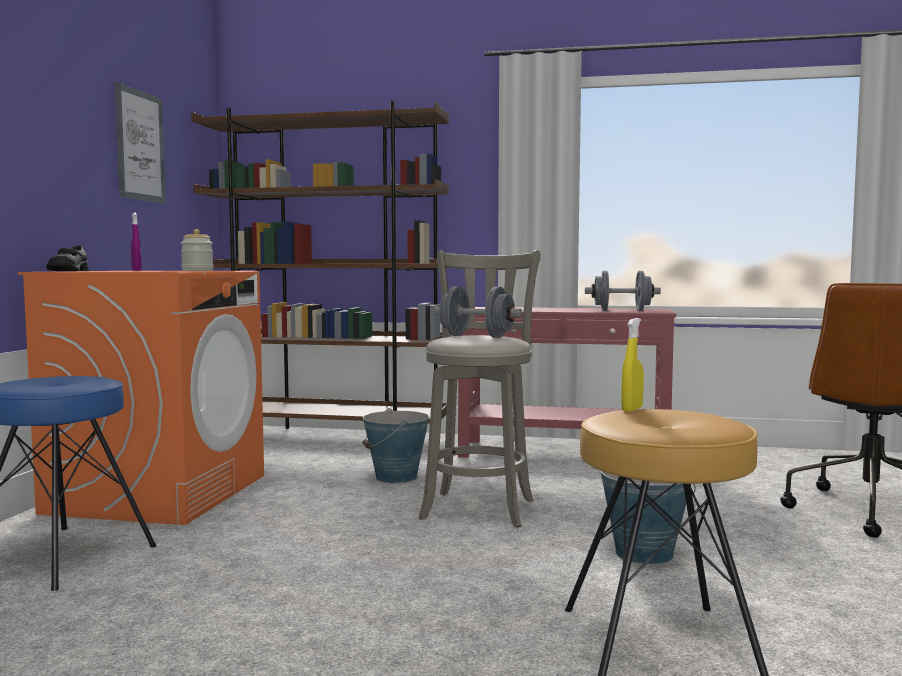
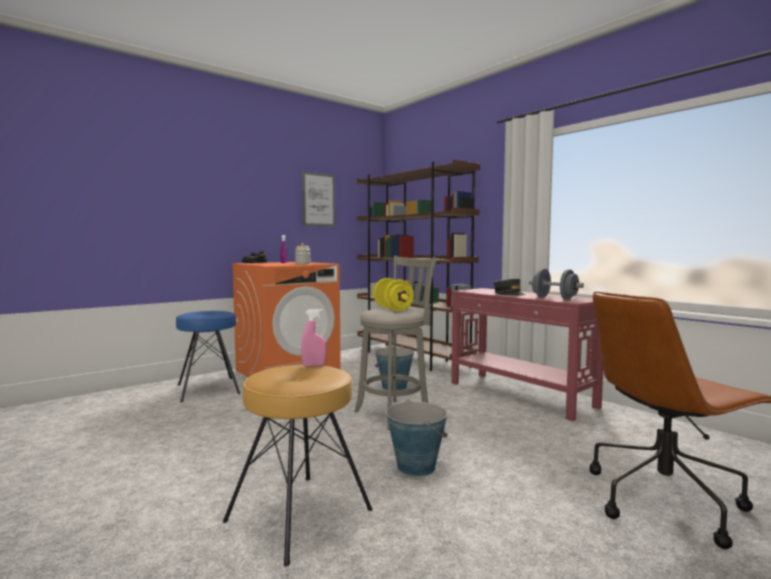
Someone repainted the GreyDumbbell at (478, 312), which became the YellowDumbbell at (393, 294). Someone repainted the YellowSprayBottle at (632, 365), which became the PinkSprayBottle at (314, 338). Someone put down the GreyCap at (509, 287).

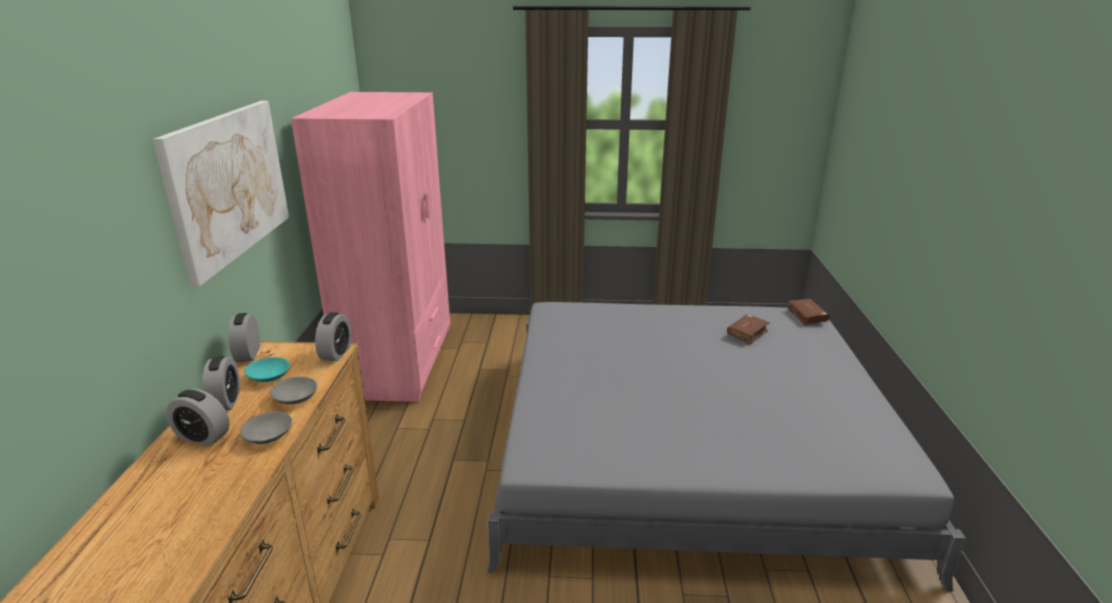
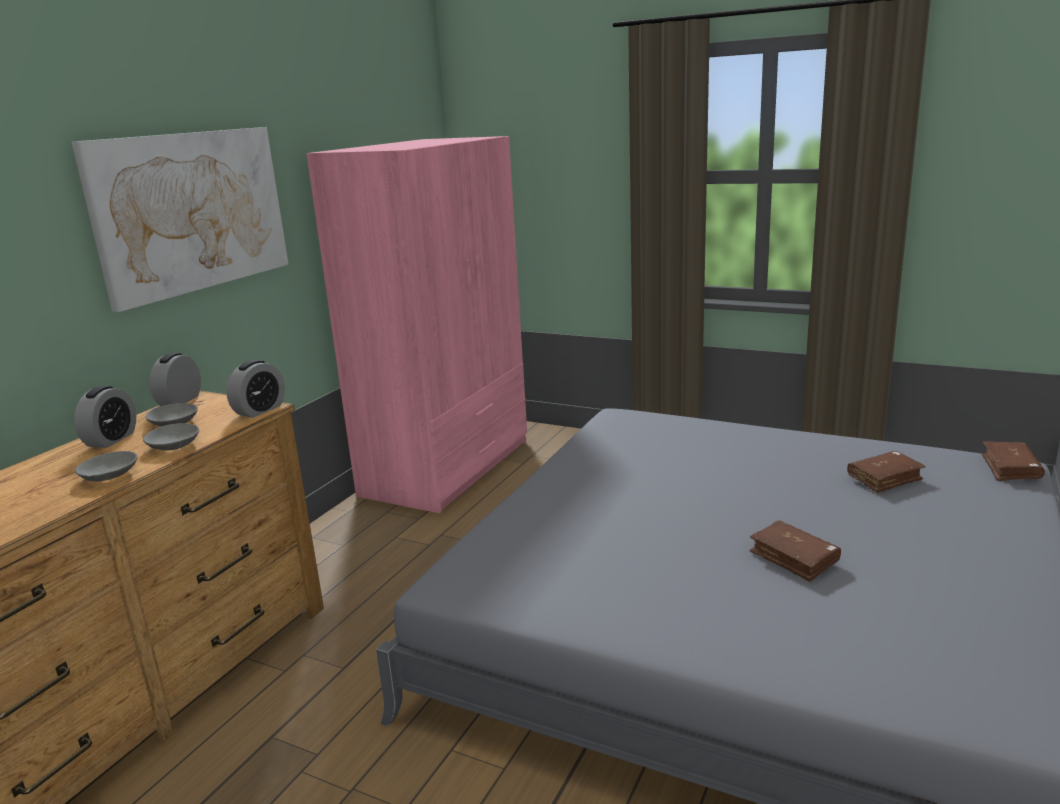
Someone repainted the TurquoiseBowl at (267, 369), which became the GreyBowl at (172, 415). Someone took away the AlarmClock at (198, 417). Someone put down the BrownBook at (795, 551).

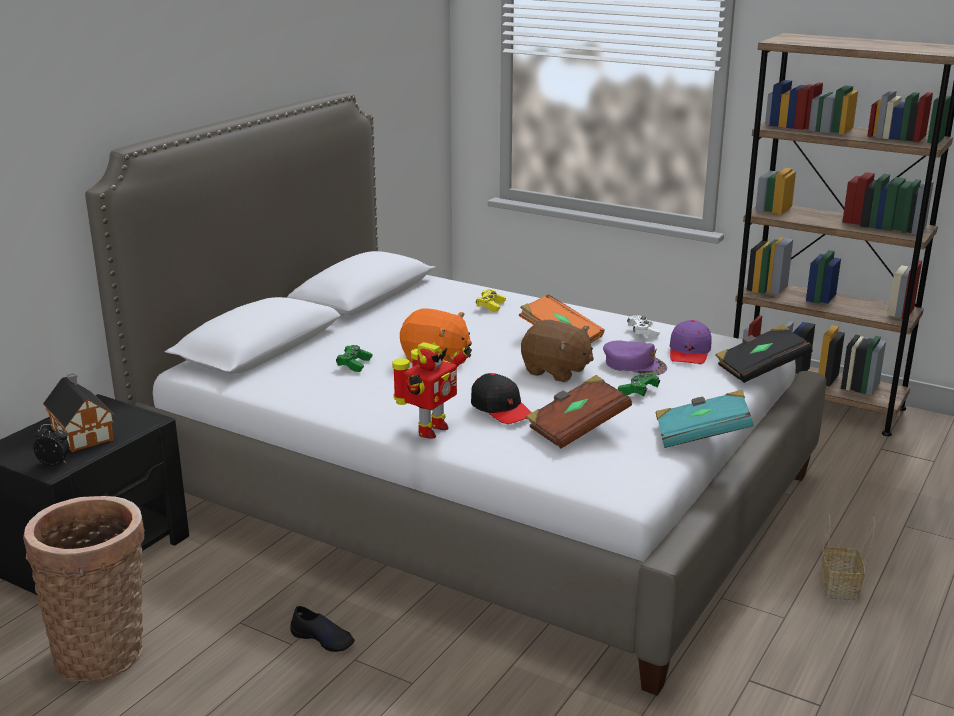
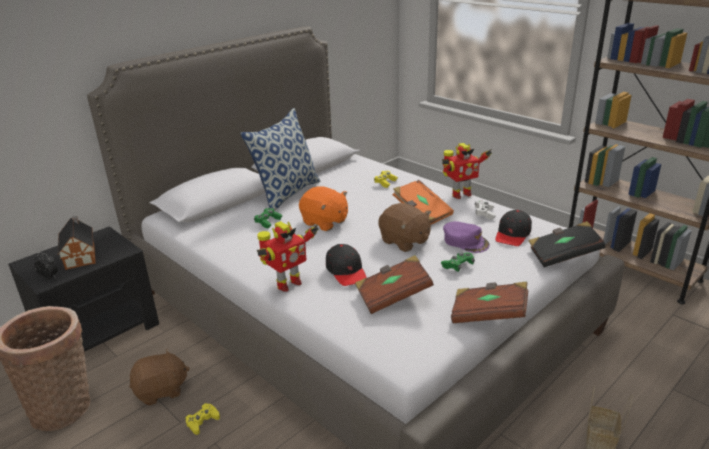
Someone repainted the PurpleCap at (691, 342), which became the BlackCap at (513, 228). Someone repainted the TurquoiseBook at (704, 419), which became the BrownBook at (489, 302). Someone swapped the BlackShoe at (322, 629) for the YellowGameController at (202, 419). Someone put down the Pillow at (280, 159). Someone put down the ToyRobot at (467, 171). Someone put down the BrownPlushToy at (159, 376).

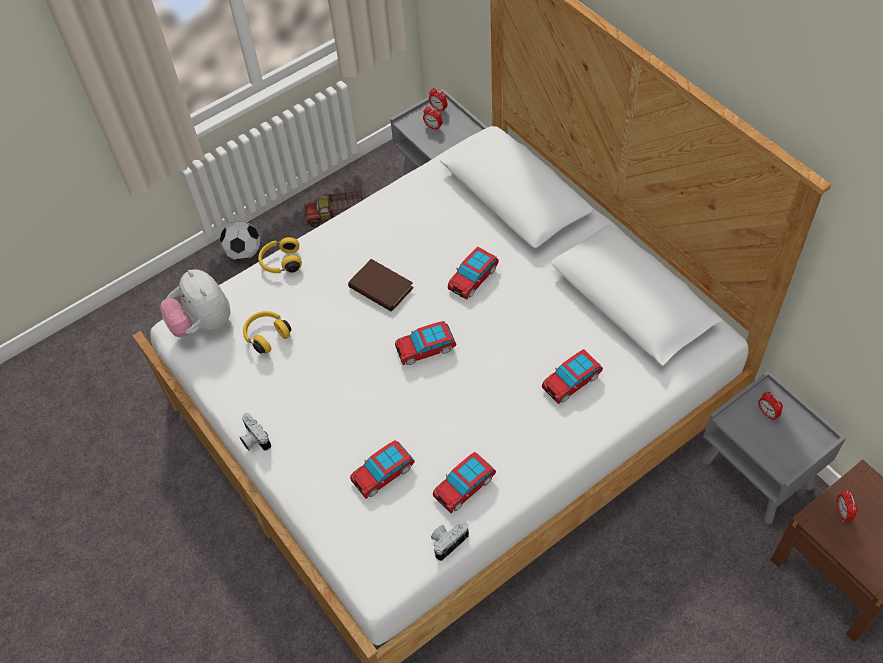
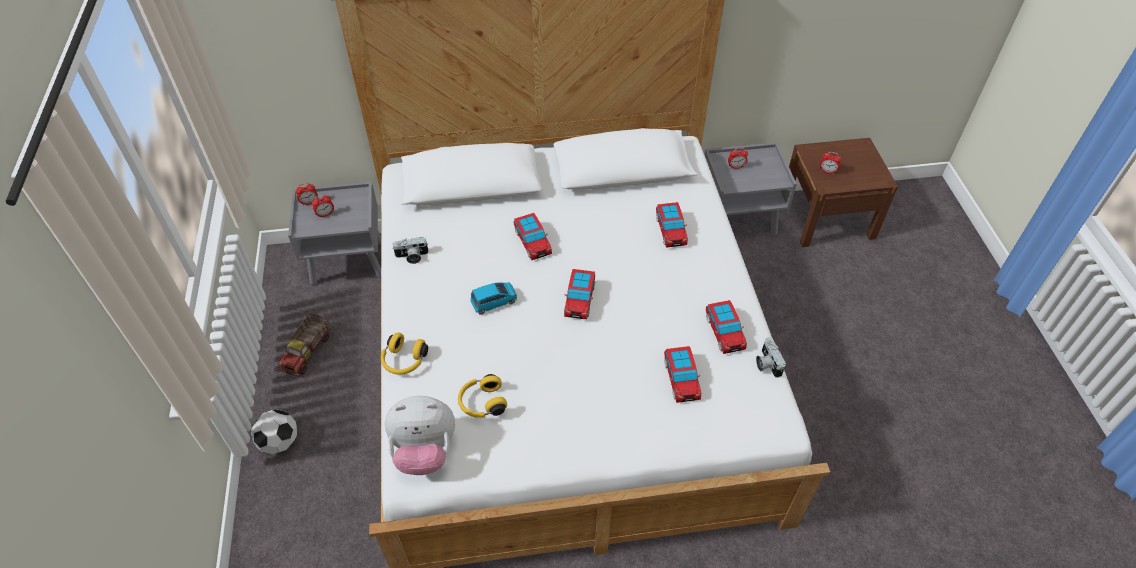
Someone swapped the BrownBook at (381, 285) for the BlueToyCar at (493, 298). Someone carried the PhotoCamera from (255, 432) to (410, 250).

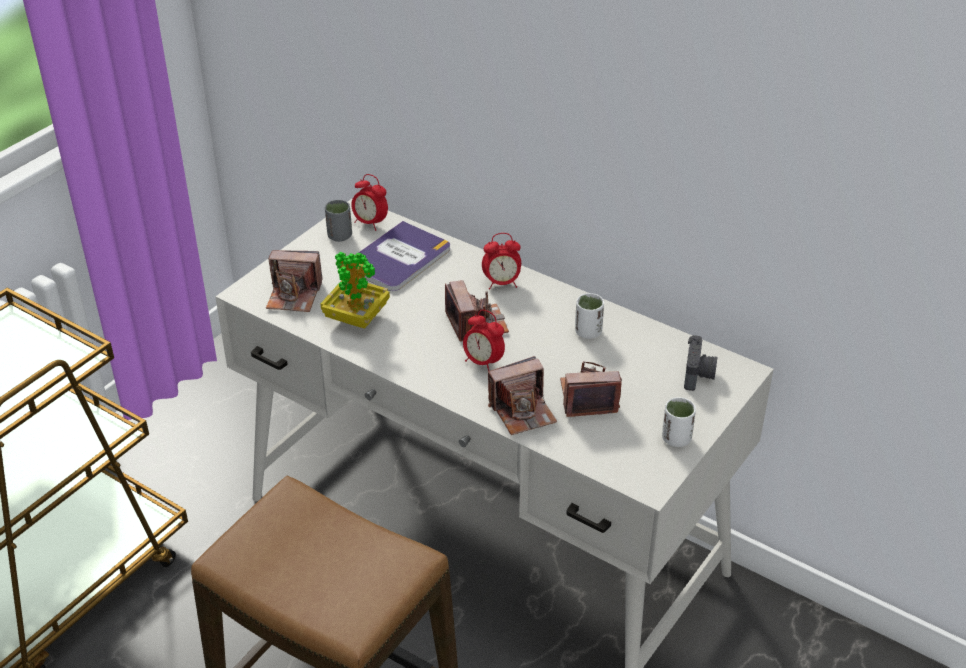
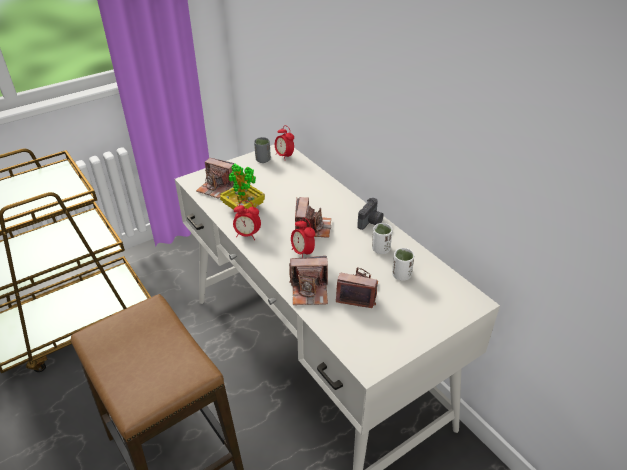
Someone took away the Book at (404, 256). Someone carried the AlarmClock from (501, 261) to (247, 220). Someone carried the PhotoCamera from (700, 363) to (370, 214). Someone carried the WhiteCup from (679, 422) to (403, 264).

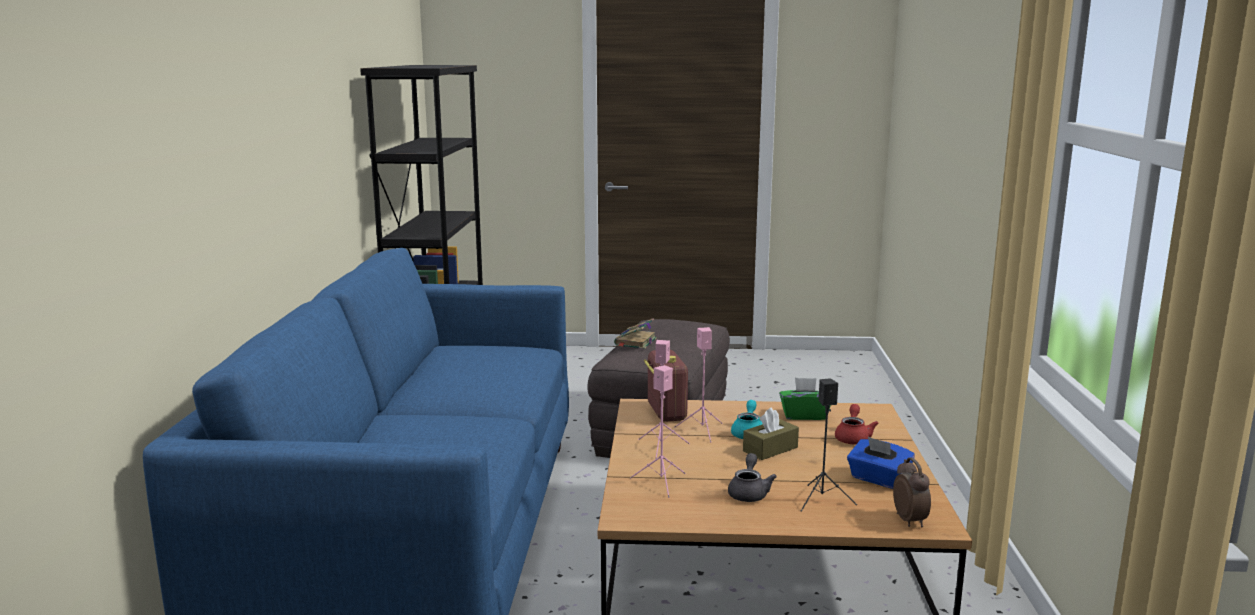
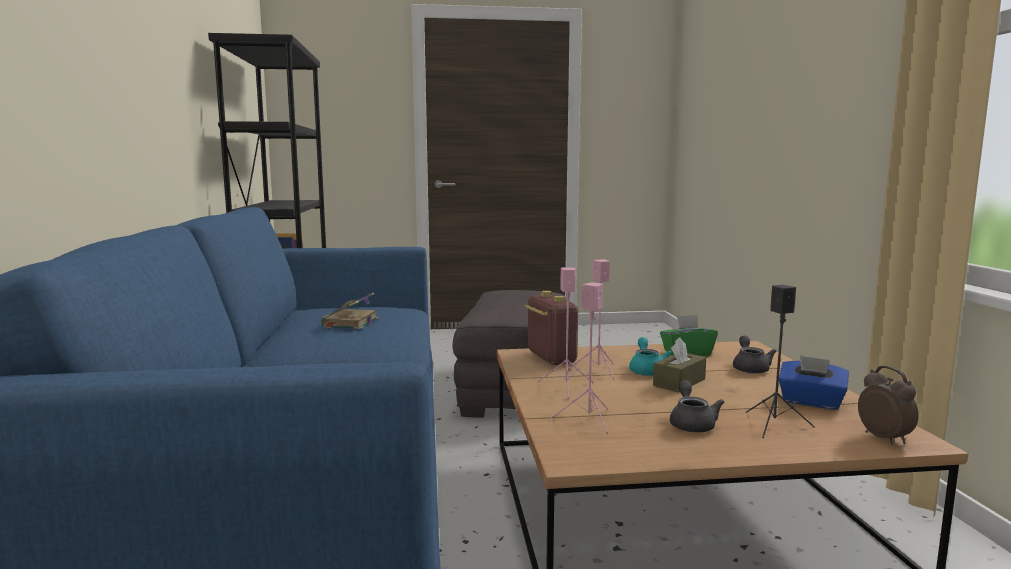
Someone carried the Book from (635, 333) to (350, 310). Someone repainted the RedTeapot at (857, 424), which became the GreyTeapot at (755, 354).

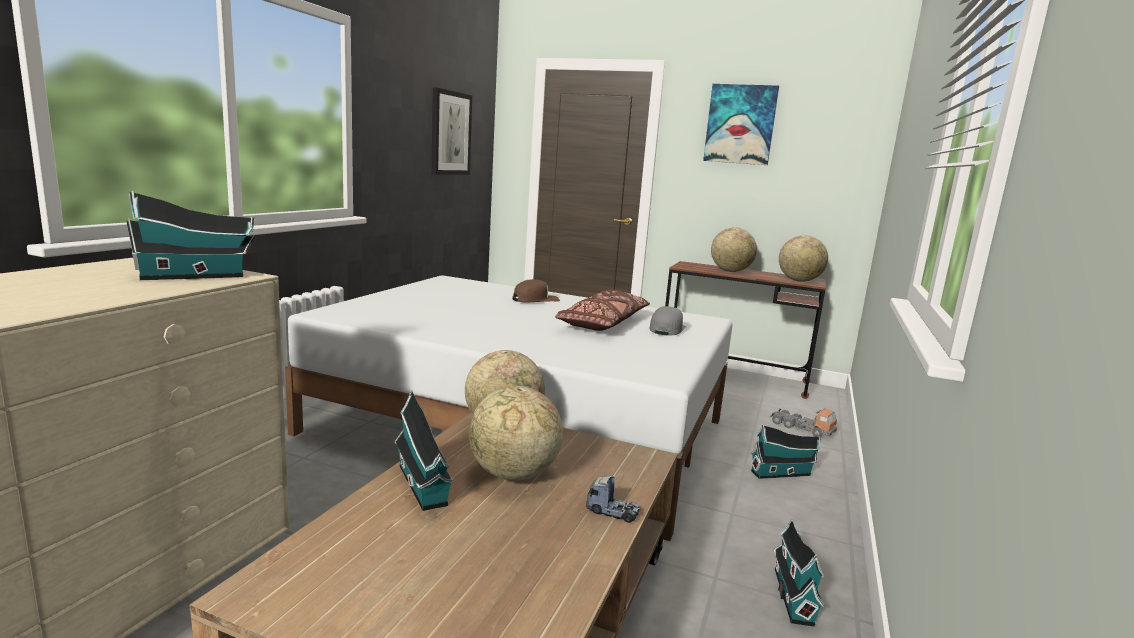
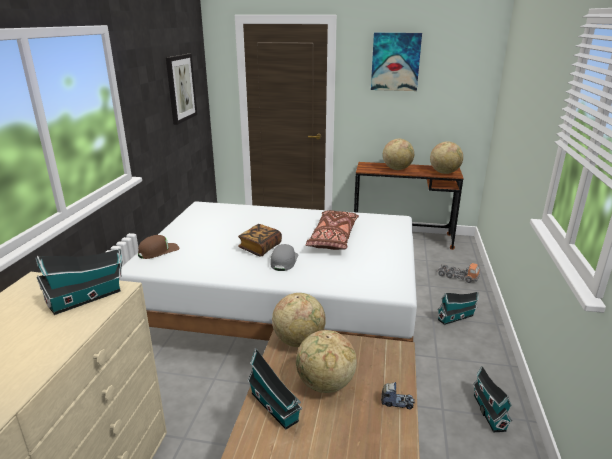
Someone carried the BrownCap from (536, 290) to (158, 247). Someone carried the GreyCap from (667, 320) to (285, 257). Someone put down the Book at (260, 240).

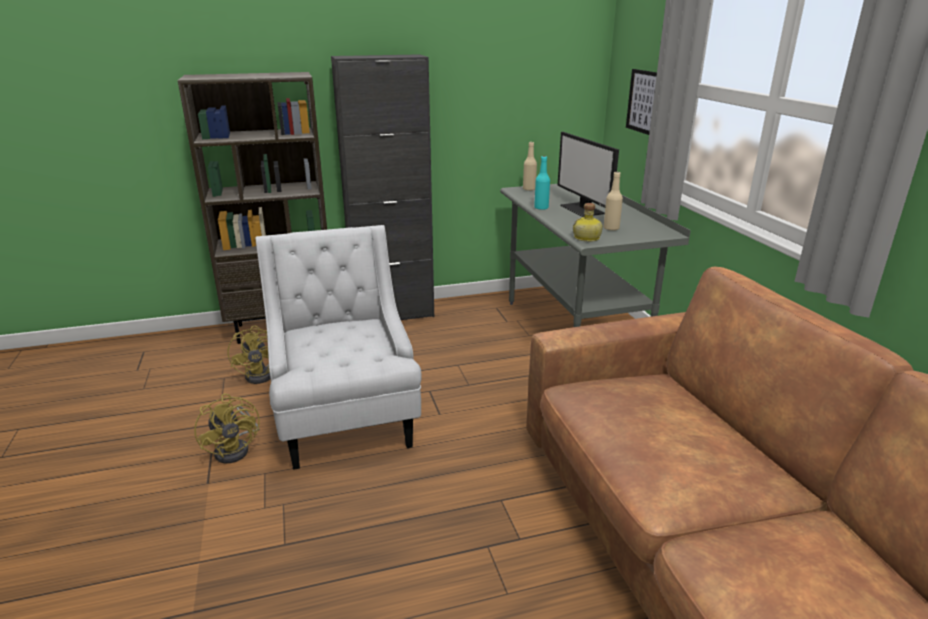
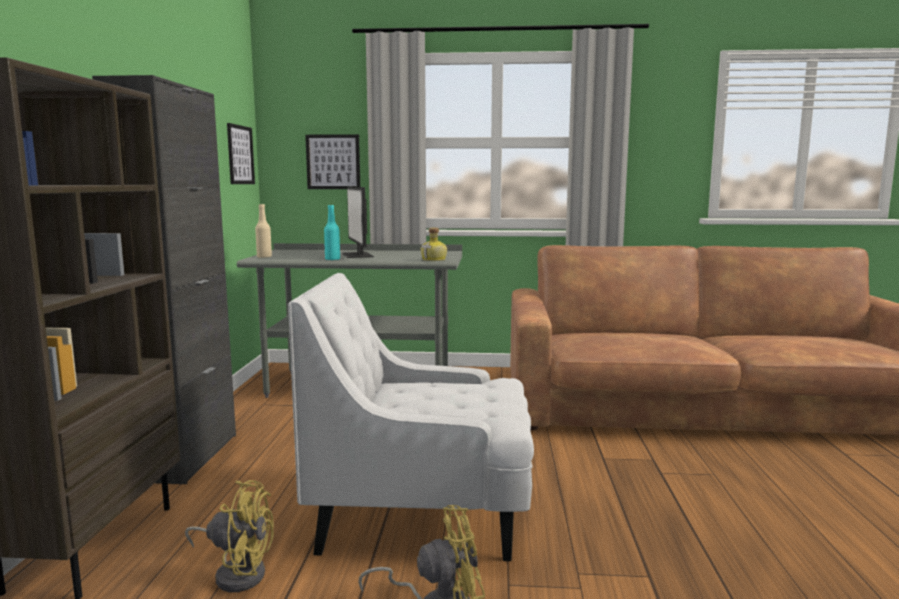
Someone rotated the Monitor at (588, 174) by 75 degrees clockwise. Someone took away the BeigeBottle at (613, 201). Someone put up the Picture at (241, 153).

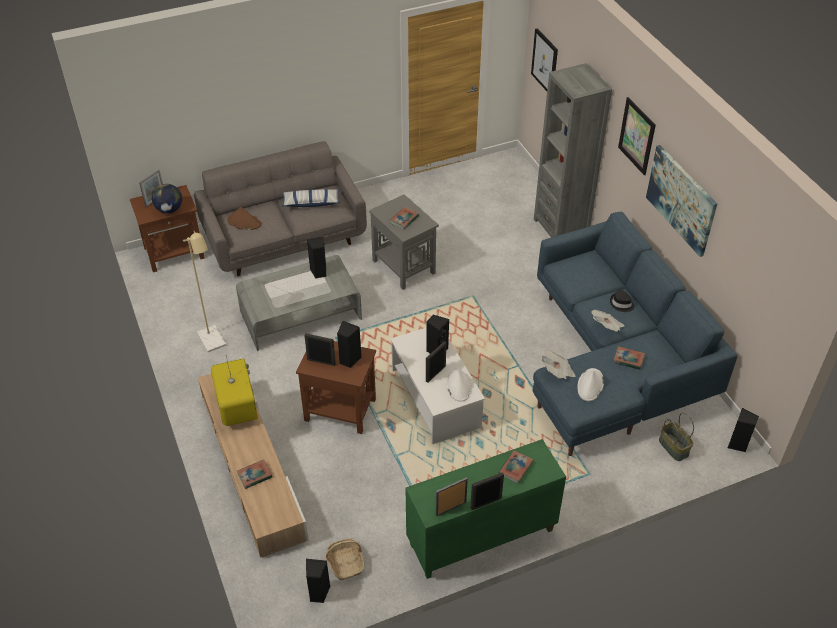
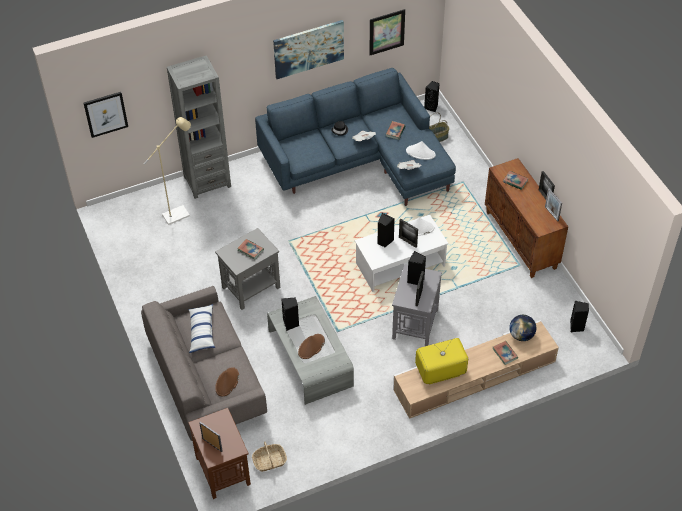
Someone carried the Picture from (637, 136) to (387, 32). Someone carried the Globe from (167, 199) to (522, 328). Someone carried the BeigeFloorLamp from (204, 291) to (167, 171). Someone repainted the BrownSideTable at (336, 387), which became the GreySideTable at (417, 305). Someone repainted the GreenCabinet at (486, 509), which became the BrownCabinet at (526, 218). Someone carried the Basket from (345, 559) to (269, 457). Someone put down the BrownHat at (311, 346).

